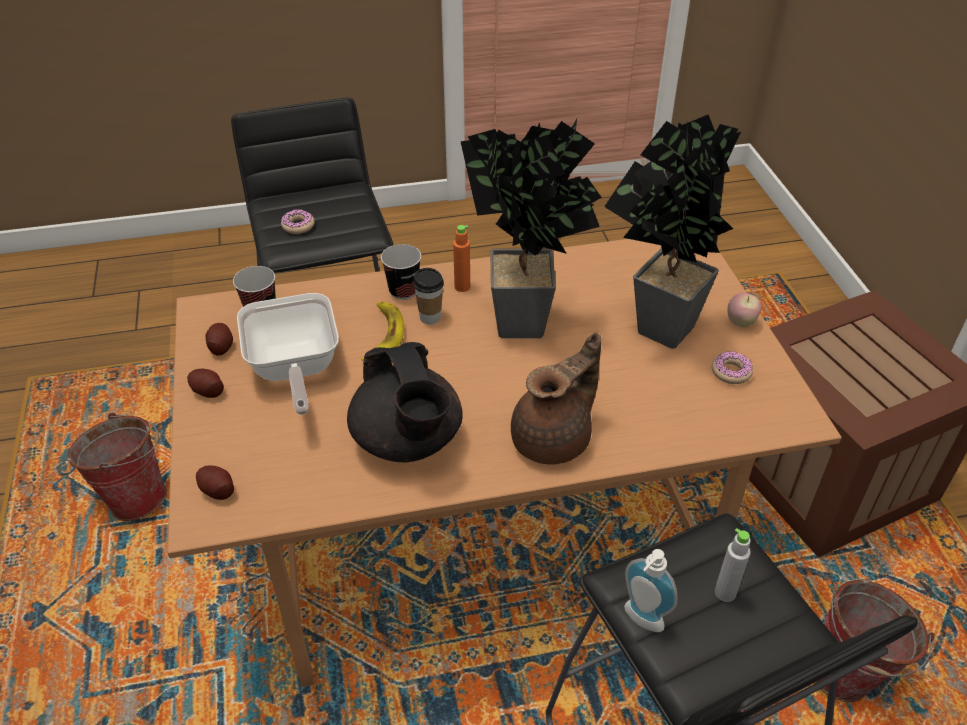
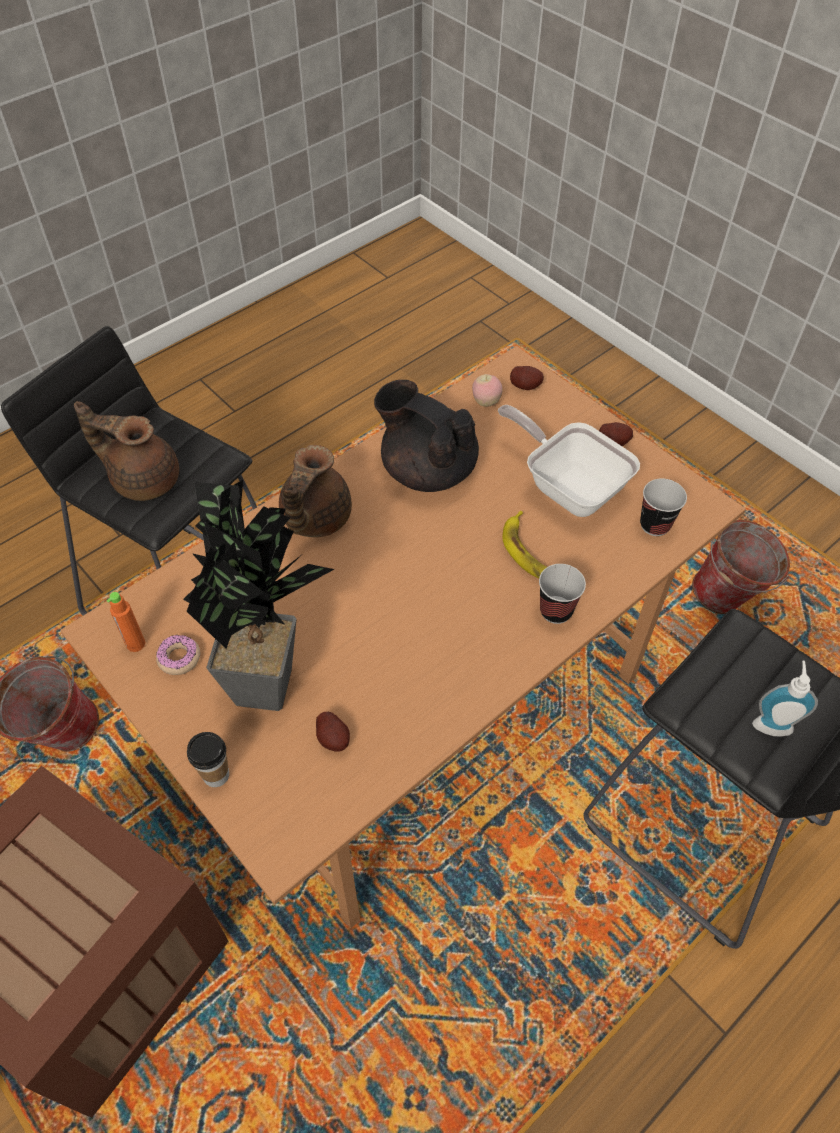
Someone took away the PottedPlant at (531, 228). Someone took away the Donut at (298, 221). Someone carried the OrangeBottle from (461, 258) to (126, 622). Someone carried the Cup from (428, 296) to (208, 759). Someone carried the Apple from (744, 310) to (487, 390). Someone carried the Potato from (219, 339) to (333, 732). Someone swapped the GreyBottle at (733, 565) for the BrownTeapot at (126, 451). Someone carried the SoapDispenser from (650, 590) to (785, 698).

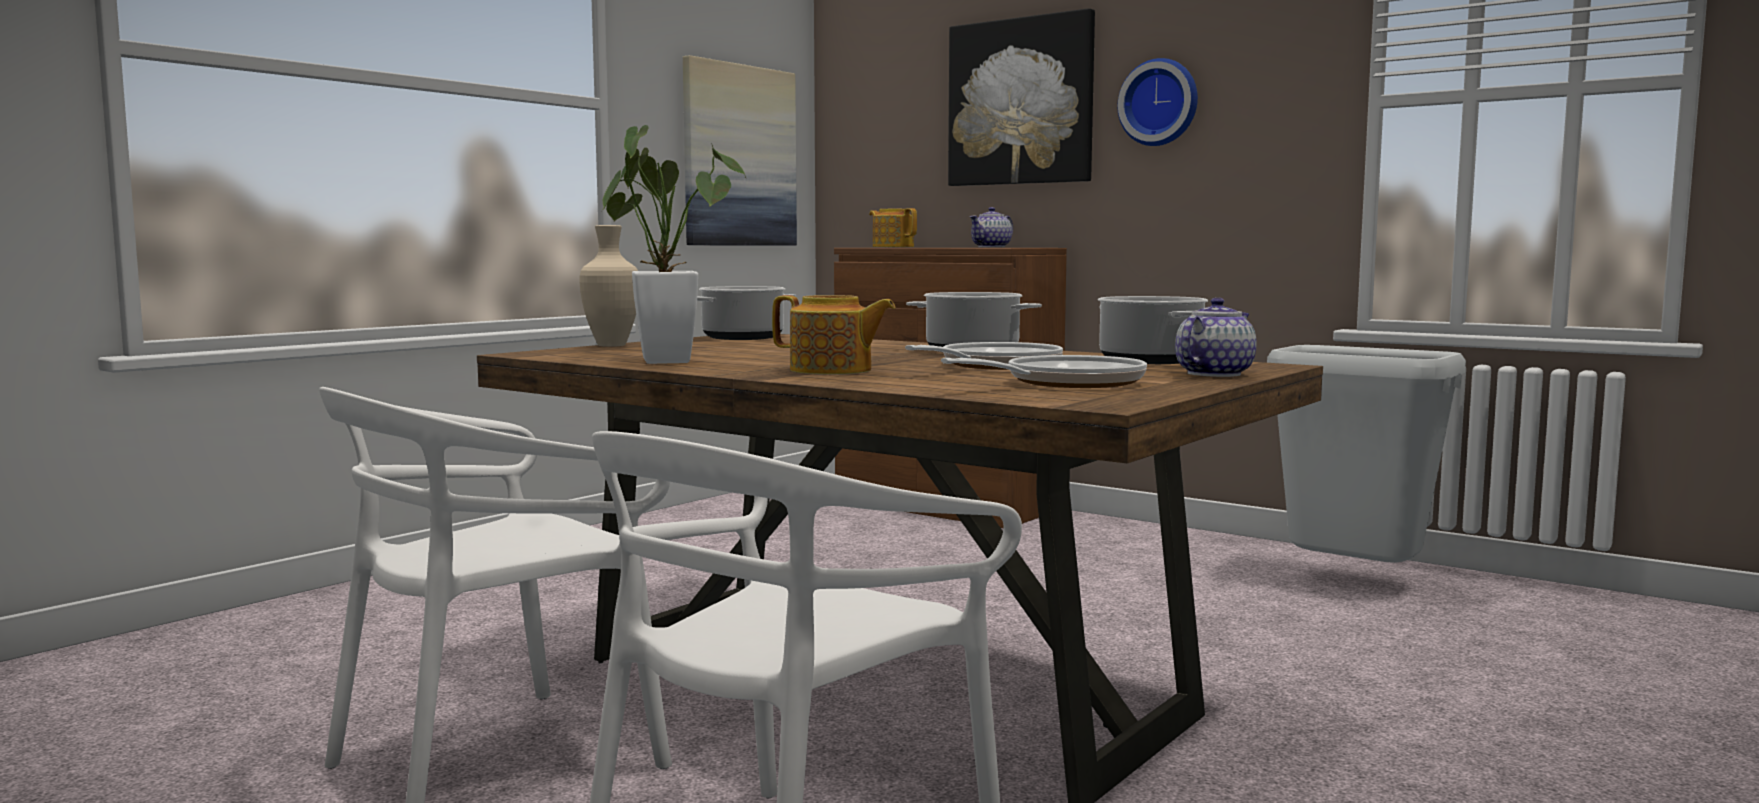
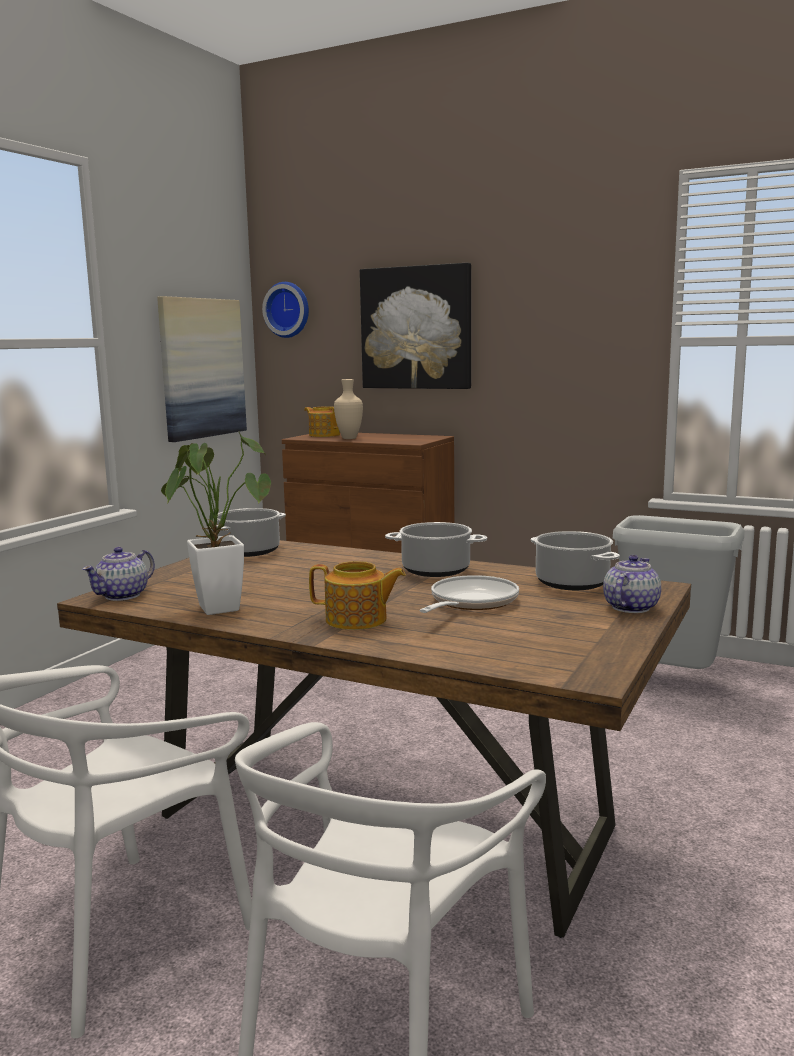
Someone carried the WallClock from (1157, 102) to (285, 310). Someone carried the Teapot from (991, 227) to (118, 574). Someone carried the BeigeVase from (608, 286) to (348, 409). Someone took away the FryingPan at (1044, 371).

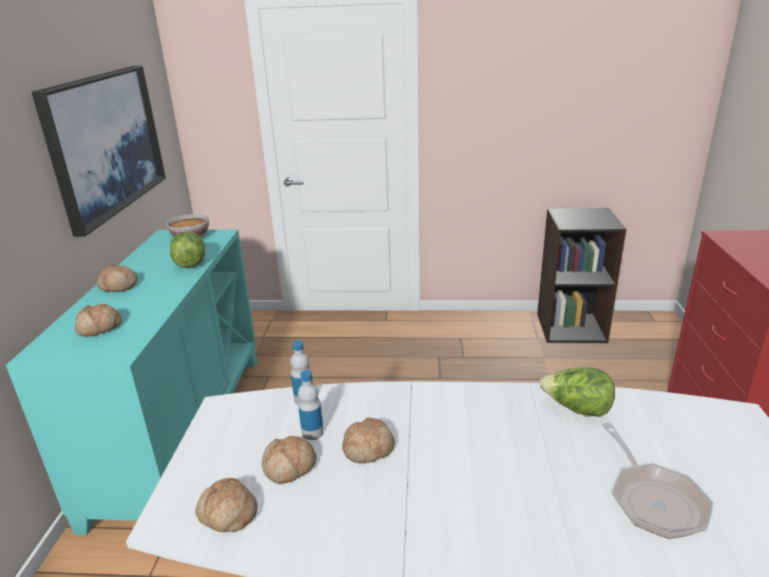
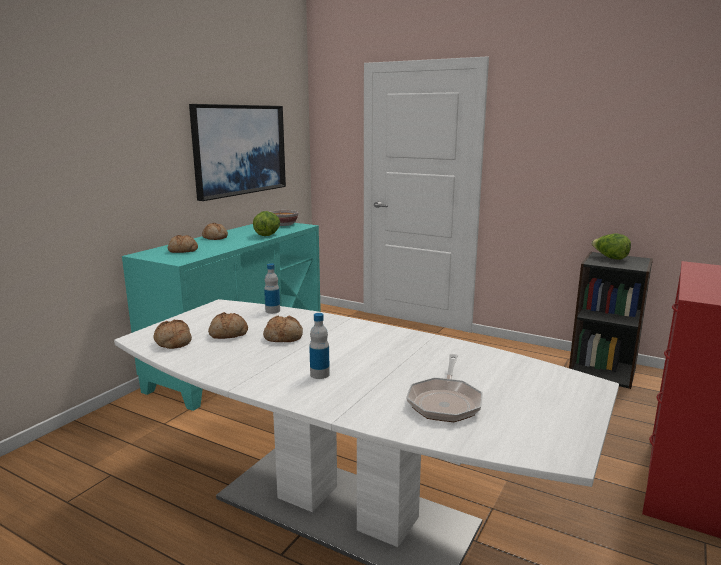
Someone carried the Lettuce from (577, 392) to (611, 247). Someone carried the Bottle from (311, 405) to (319, 346).

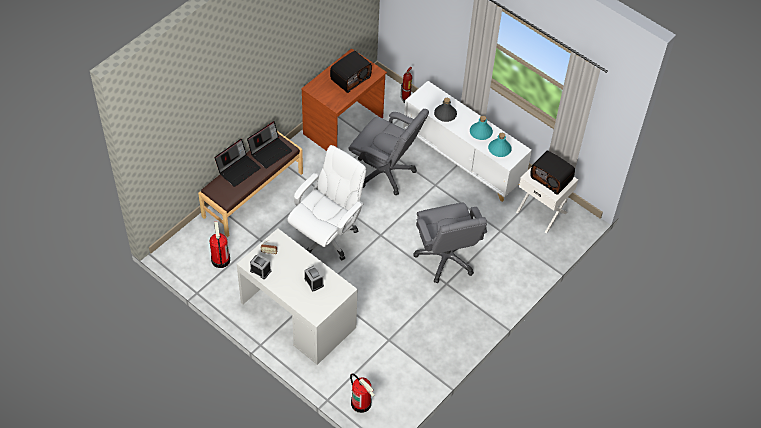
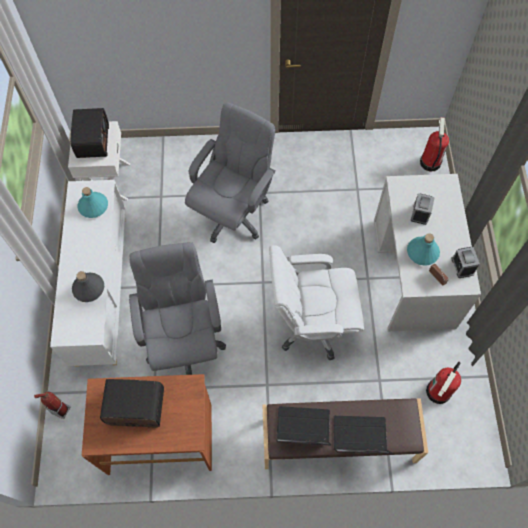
Someone carried the TurquoiseBottle from (481, 128) to (423, 250).

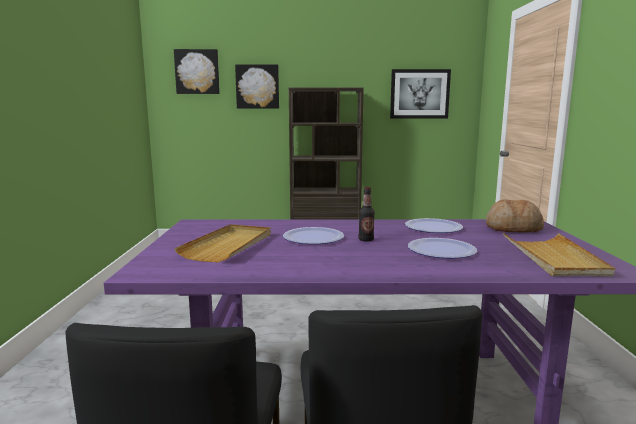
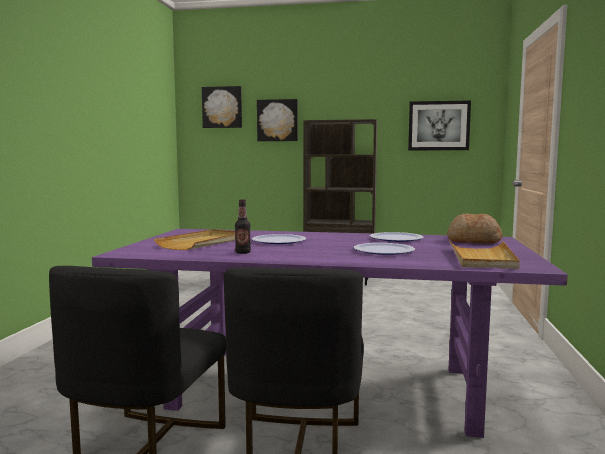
Someone carried the Bottle from (367, 214) to (243, 226).

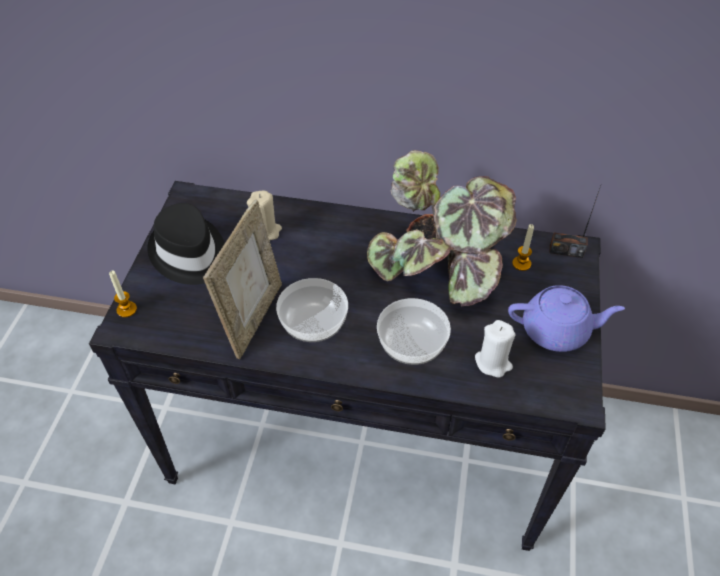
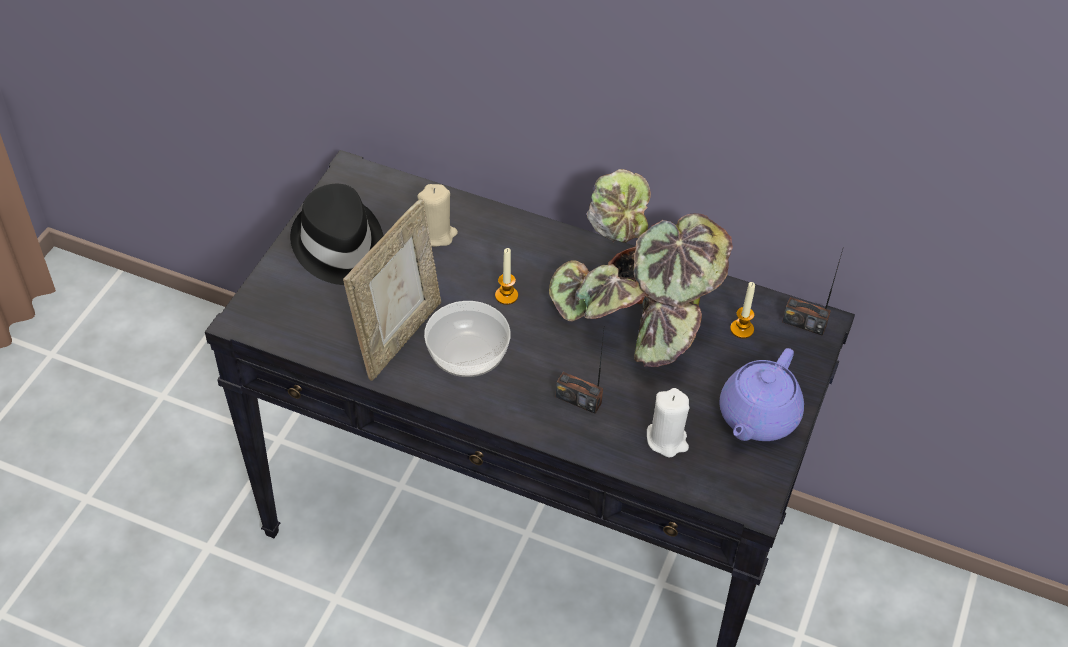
Someone carried the Candle from (123, 293) to (506, 276). Someone rotated the PurpleTeapot at (566, 318) by 105 degrees clockwise. Someone swapped the Bowl at (414, 331) for the Radio at (580, 372).

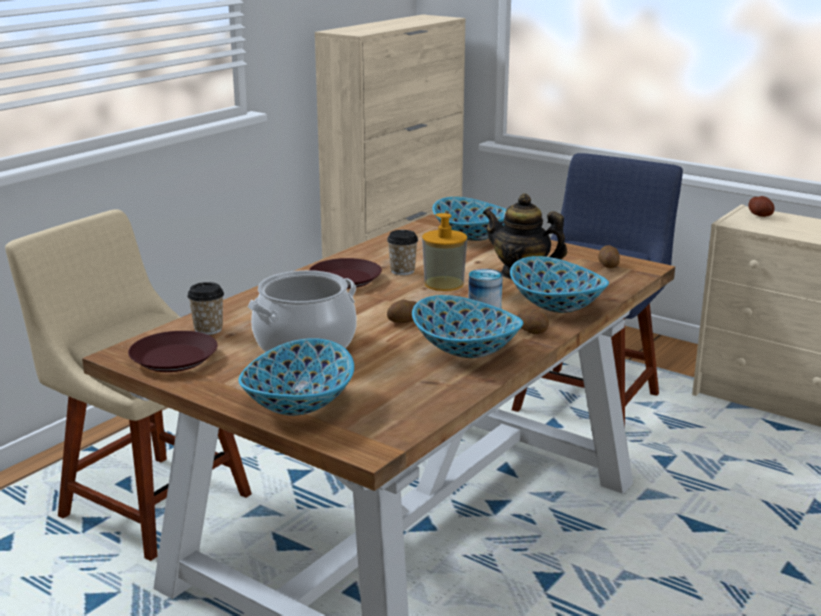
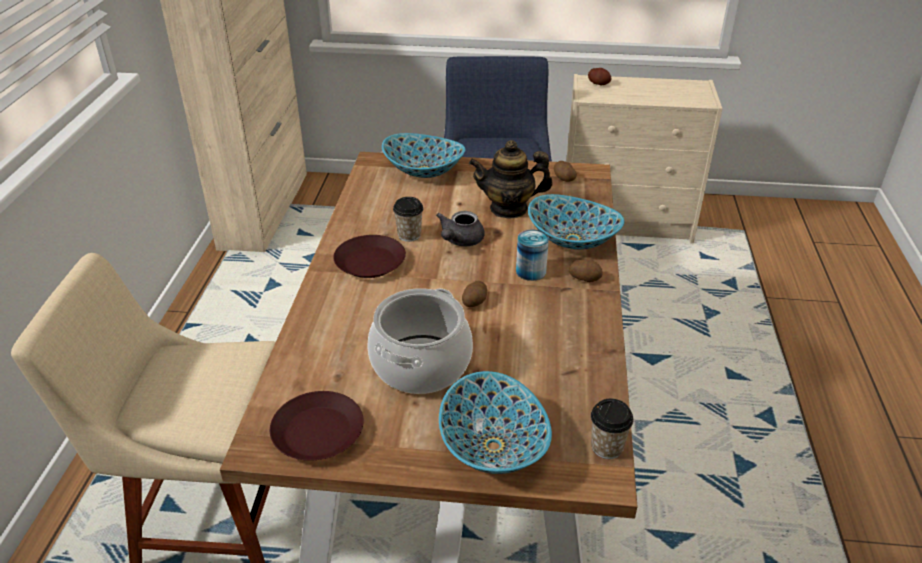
Someone swapped the SoapDispenser at (444, 252) for the GreyTeapot at (460, 228). Someone carried the Cup from (205, 308) to (612, 429). Someone took away the Bowl at (467, 326).

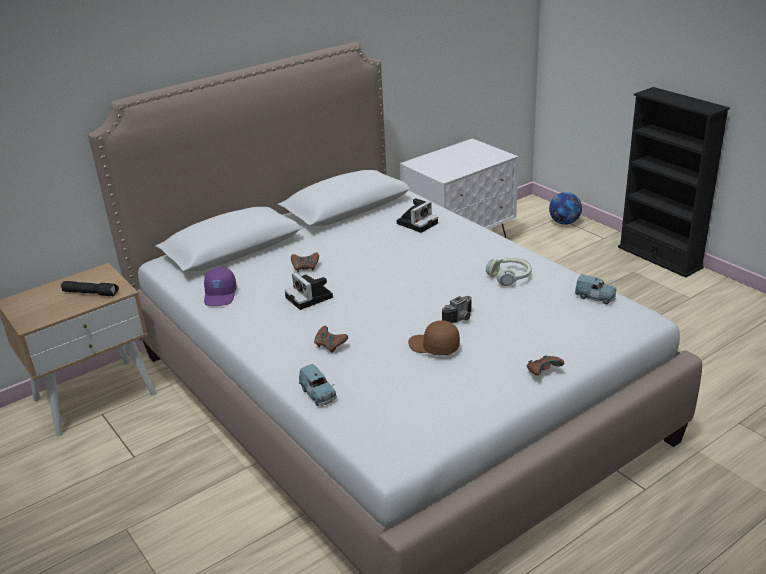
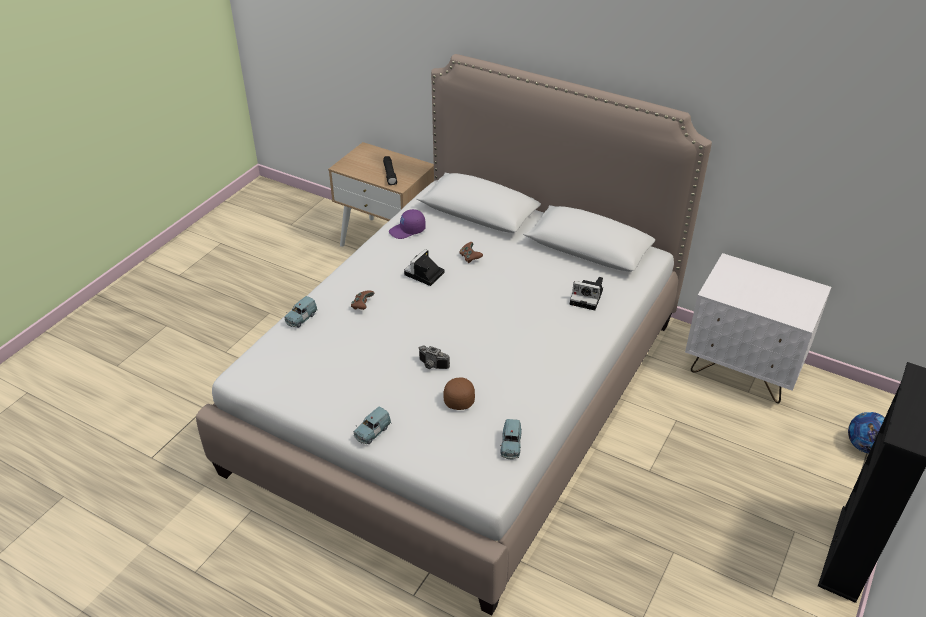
Someone took away the Headphones at (509, 272). Someone carried the BrownCap from (434, 338) to (459, 393). Someone swapped the BrownGameController at (545, 365) for the BlueToyCar at (372, 425).

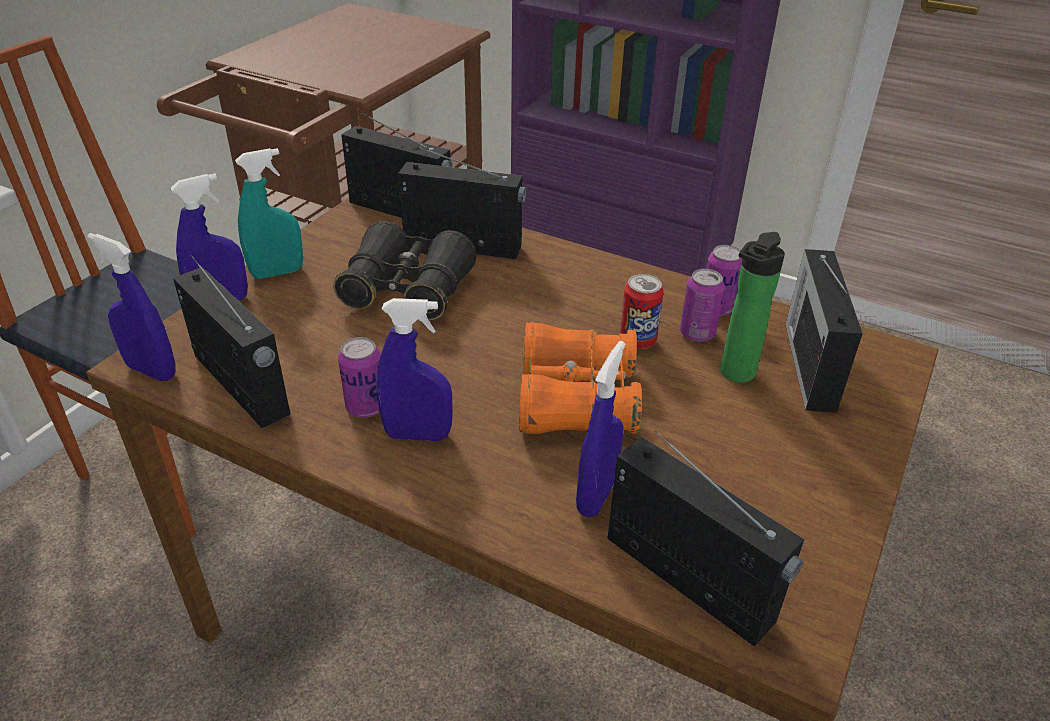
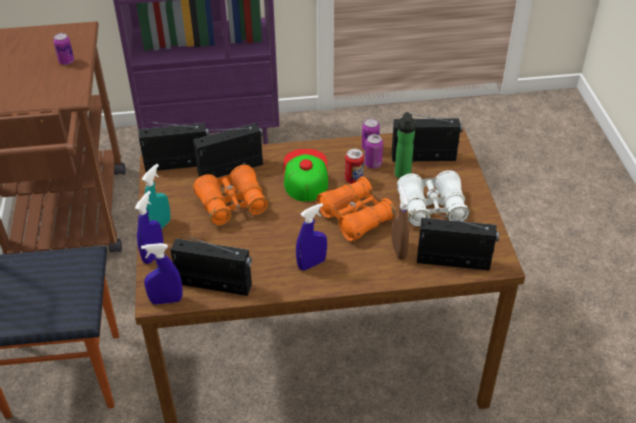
Someone repainted the BlackBinoculars at (404, 270), which became the OrangeBinoculars at (231, 195). Someone rotated the Radio at (824, 331) by 120 degrees clockwise. Someone carried the Can from (359, 377) to (63, 49). Someone repainted the BlueSprayBottle at (601, 429), which became the BrownSprayBottle at (400, 223). Someone put down the Cap at (305, 175). Someone put down the WhiteBinoculars at (433, 198).

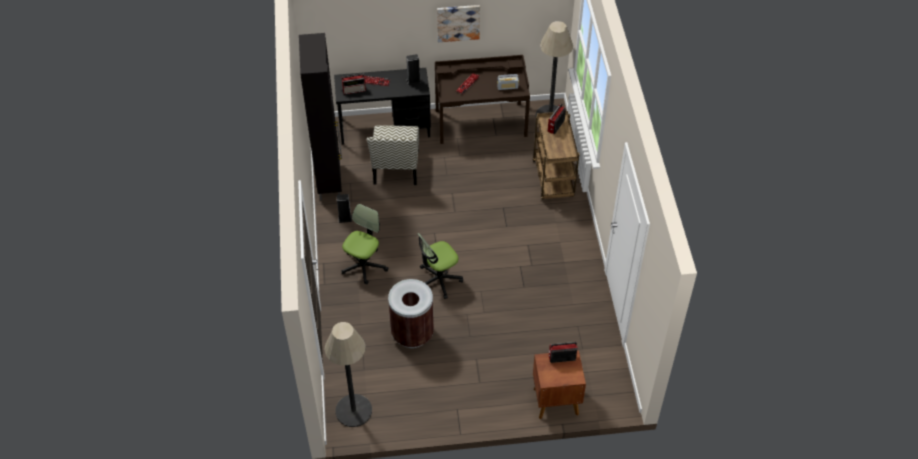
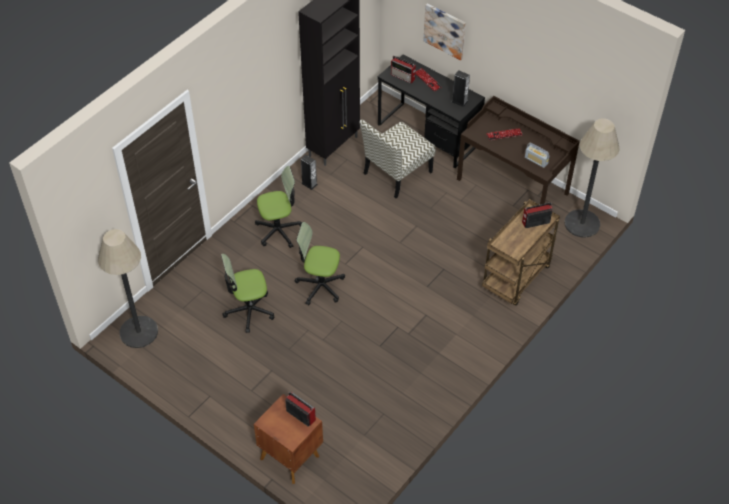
Someone carried the Picture from (458, 23) to (444, 32). Someone swapped the BrownTrashCan at (411, 313) for the OfficeChair at (247, 293).

